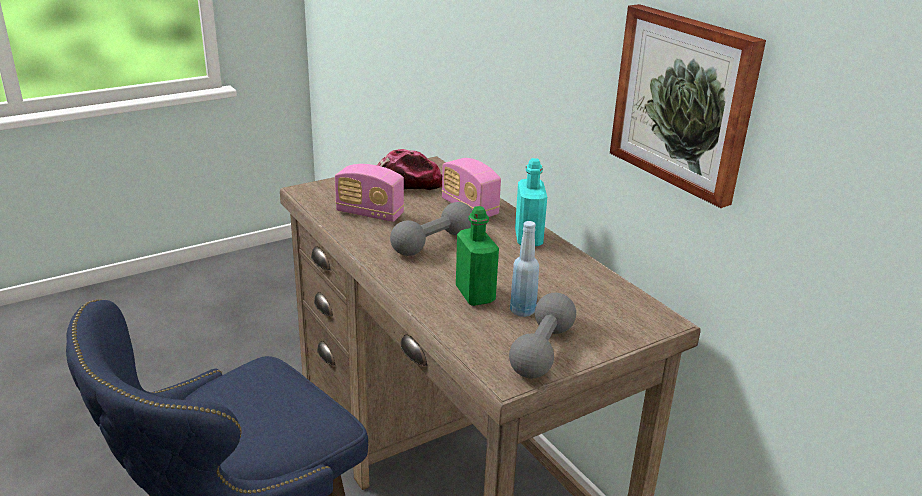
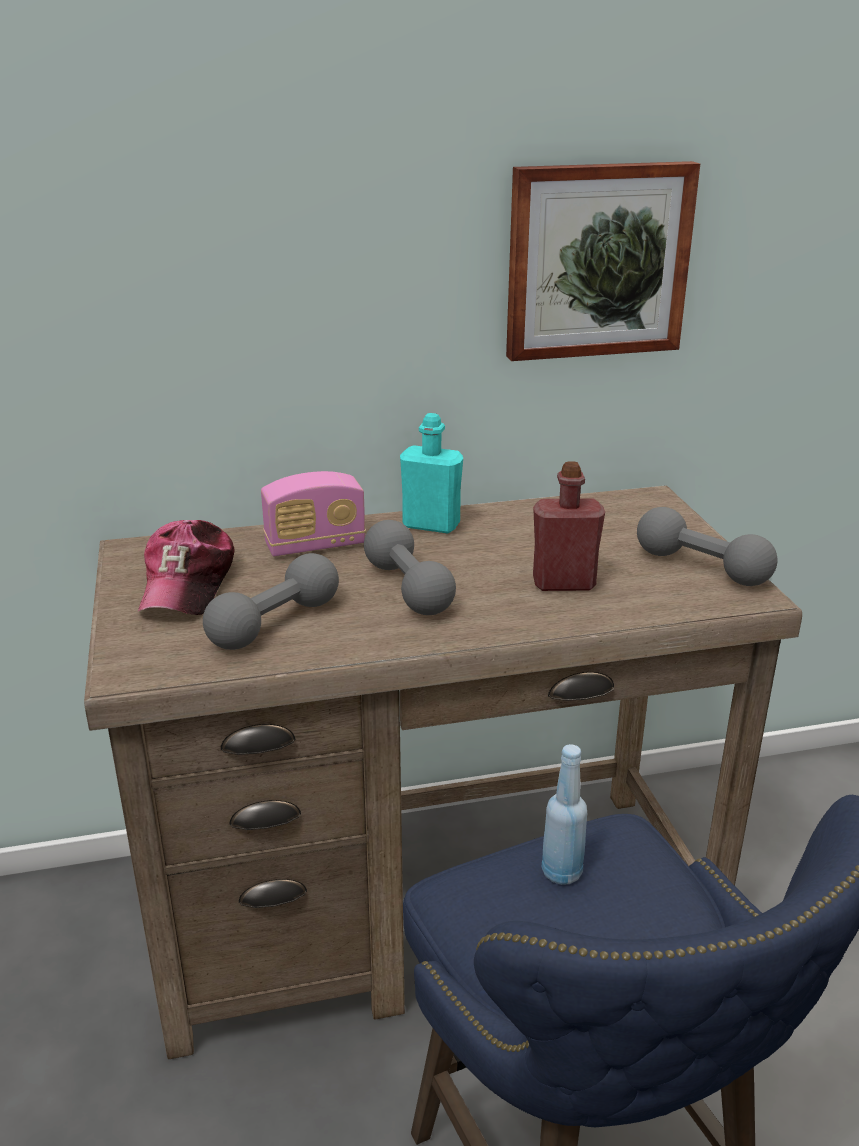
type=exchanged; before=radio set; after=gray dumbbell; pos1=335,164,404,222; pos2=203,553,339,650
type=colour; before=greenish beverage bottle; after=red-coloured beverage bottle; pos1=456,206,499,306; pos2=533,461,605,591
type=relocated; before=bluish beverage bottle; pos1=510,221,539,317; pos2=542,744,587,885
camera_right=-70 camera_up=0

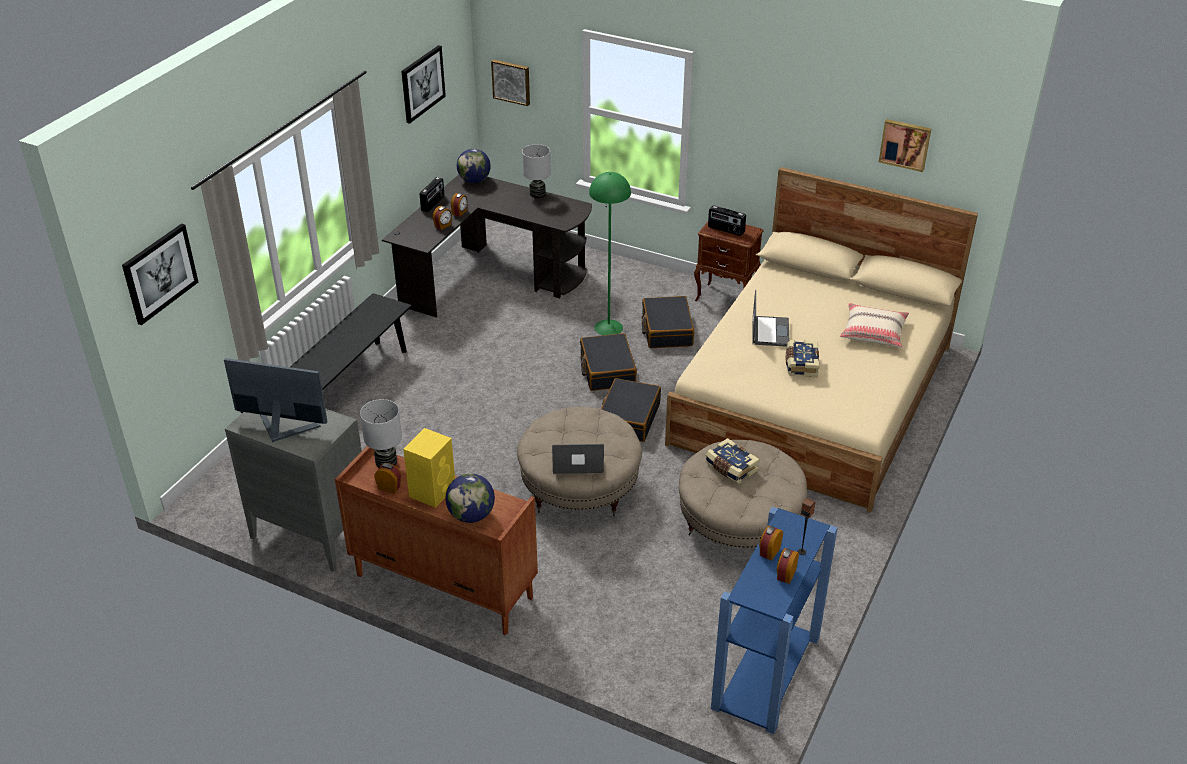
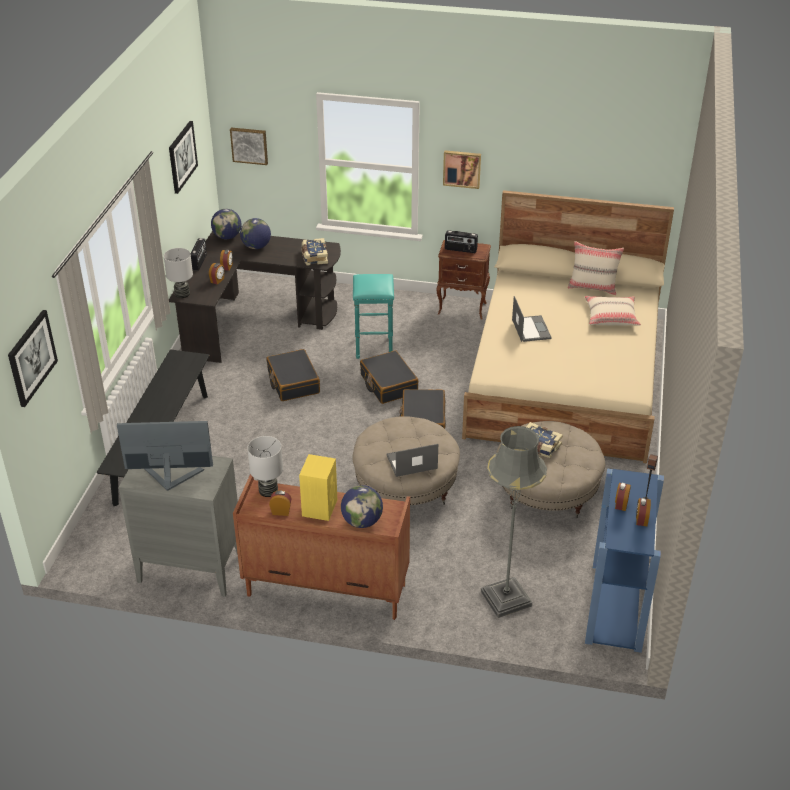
type=relocated; before=gray table lamp; pos1=522,144,551,198; pos2=164,248,193,298
type=exchanged; before=greenish standard lamp; after=turquoise-coloured sitting stool; pos1=589,172,631,335; pos2=353,274,394,359
type=relocated; before=black travel case; pos1=642,296,694,348; pos2=266,349,320,401
type=relocated; before=bound book; pos1=786,340,819,377; pos2=301,238,328,266
type=relocated; before=wall picture; pos1=879,119,931,172; pos2=443,150,481,189
type=appeared; after=world globe; pos2=240,218,271,249
type=appeared; after=gray standard lamp; pos2=481,426,547,618
type=appeared; after=sand-coloured cushion; pos2=568,241,624,295
camera_right=-15 camera_up=0

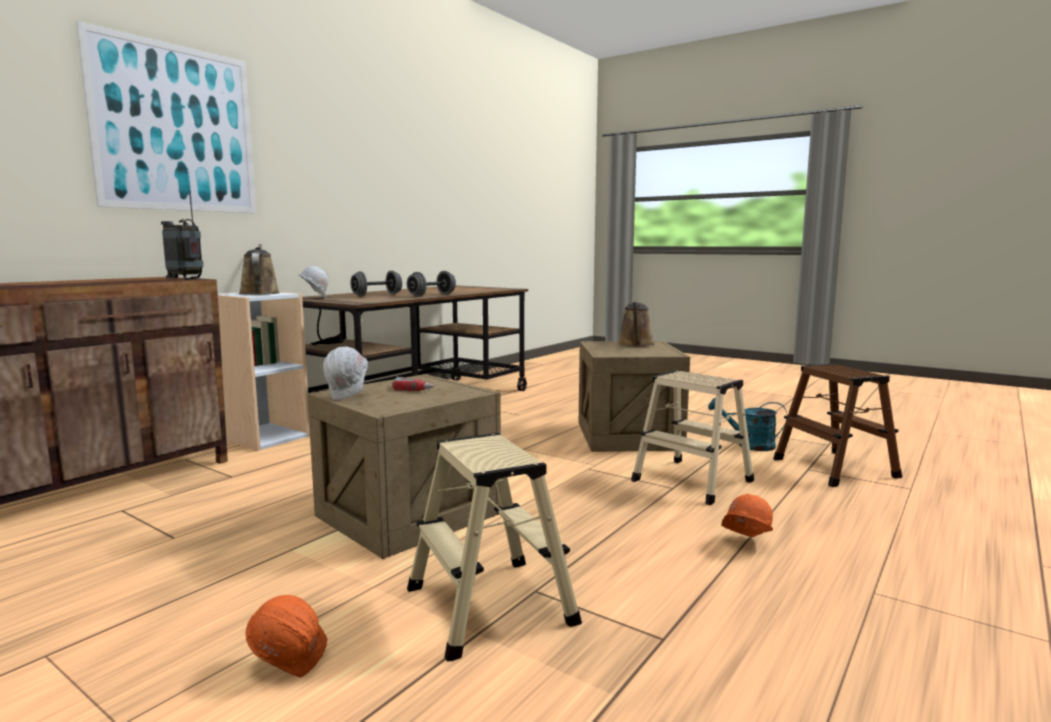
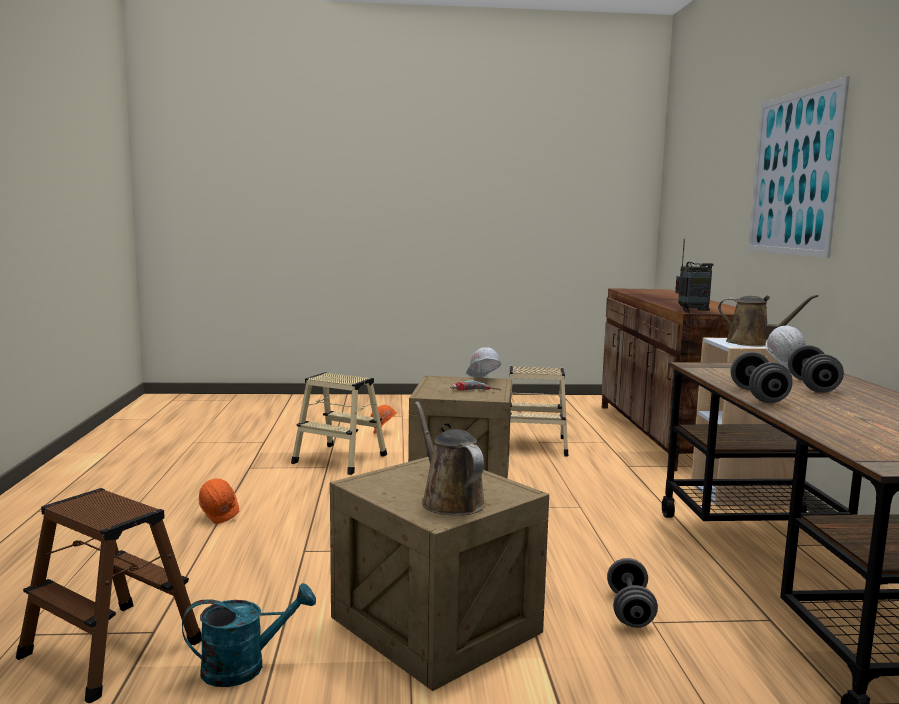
type=relocated; before=sand-coloured step ladder; pos1=631,370,754,505; pos2=509,366,568,457
type=appeared; after=gray dumbbell; pos2=607,558,658,628
camera_right=140 camera_up=0

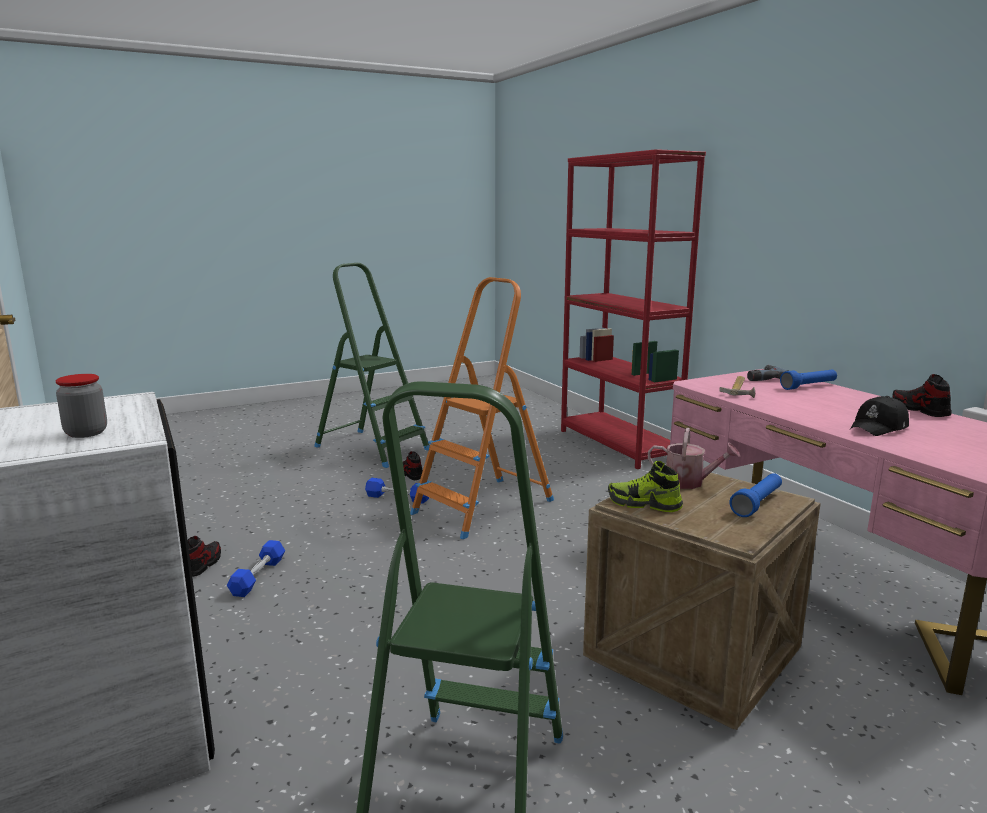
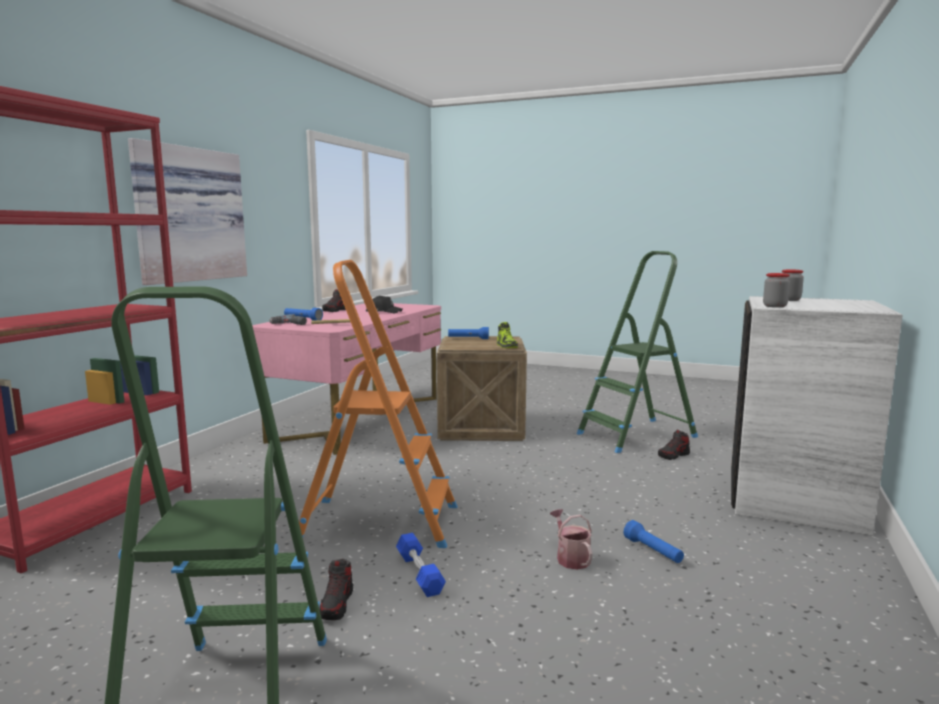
type=relocated; before=item of footwear; pos1=188,536,221,577; pos2=658,430,690,460
type=exchanged; before=bluish dumbbell; after=bluish hand torch; pos1=227,540,285,597; pos2=624,520,684,563
type=relocated; before=watering can; pos1=648,428,740,489; pos2=550,509,592,570
type=appeared; after=wall picture; pos2=128,138,247,285
type=appeared; after=jar; pos2=763,273,790,308
camera_right=-130 camera_up=-5

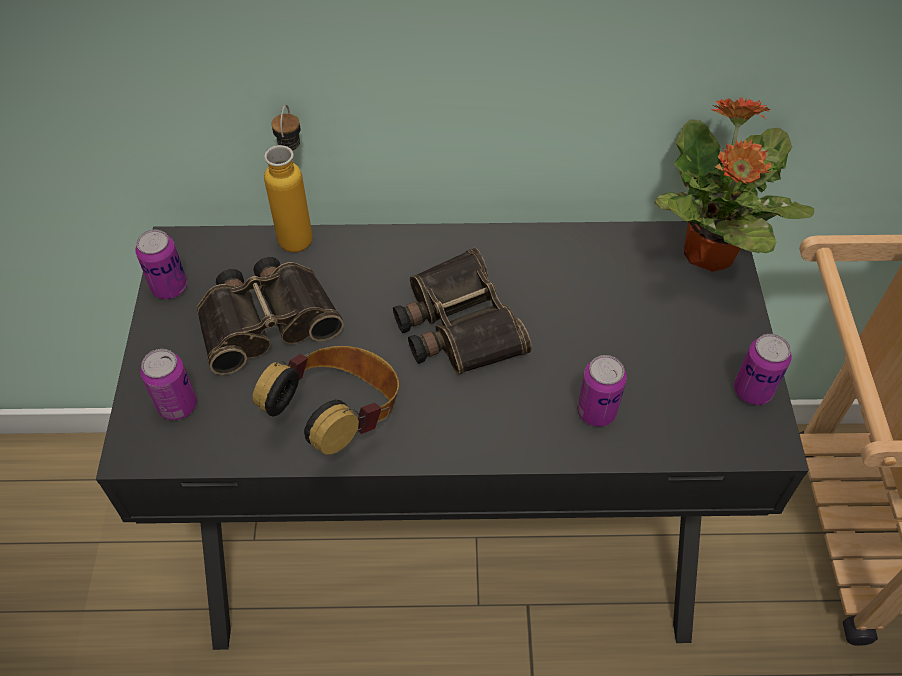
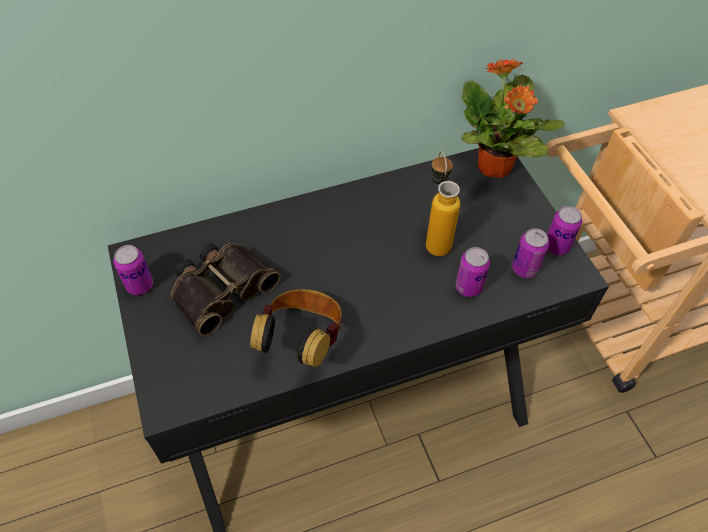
type=relocated; before=can; pos1=140,349,197,420; pos2=512,228,549,278
type=relocated; before=beverage bottle; pos1=264,105,313,252; pos2=426,151,460,256
type=missing; before=field glasses; pos1=393,248,532,375
camera_right=-20 camera_up=0

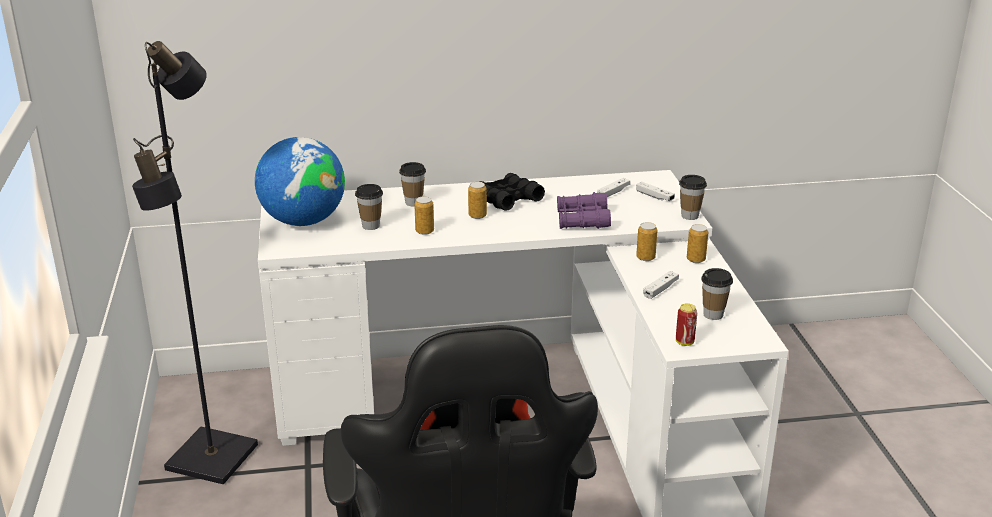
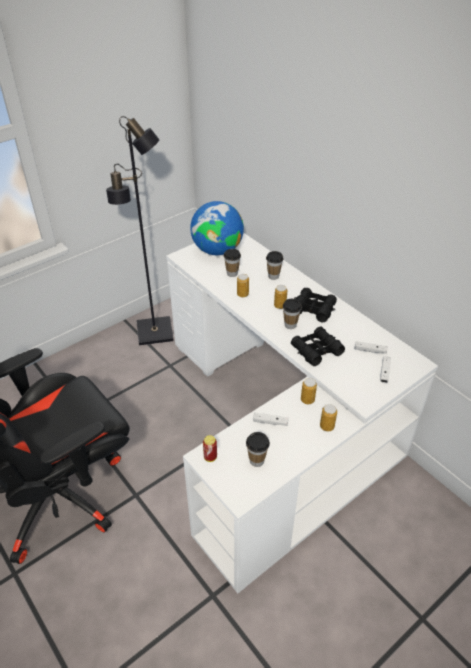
type=colour; before=purple field glasses; after=black field glasses; pos1=557,192,611,229; pos2=291,326,345,366
type=relocated; before=drinking cup; pos1=679,175,707,220; pos2=283,299,302,329
camera_right=60 camera_up=15

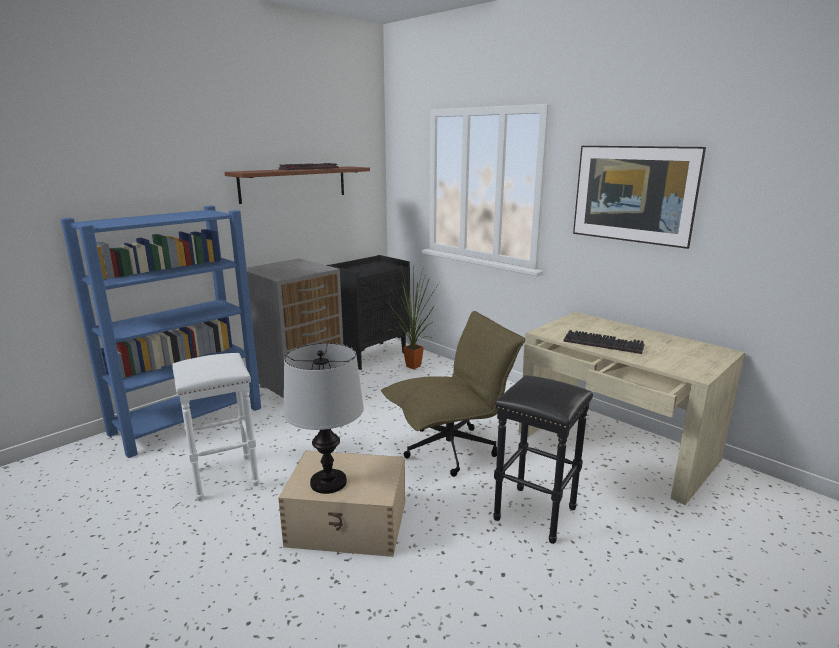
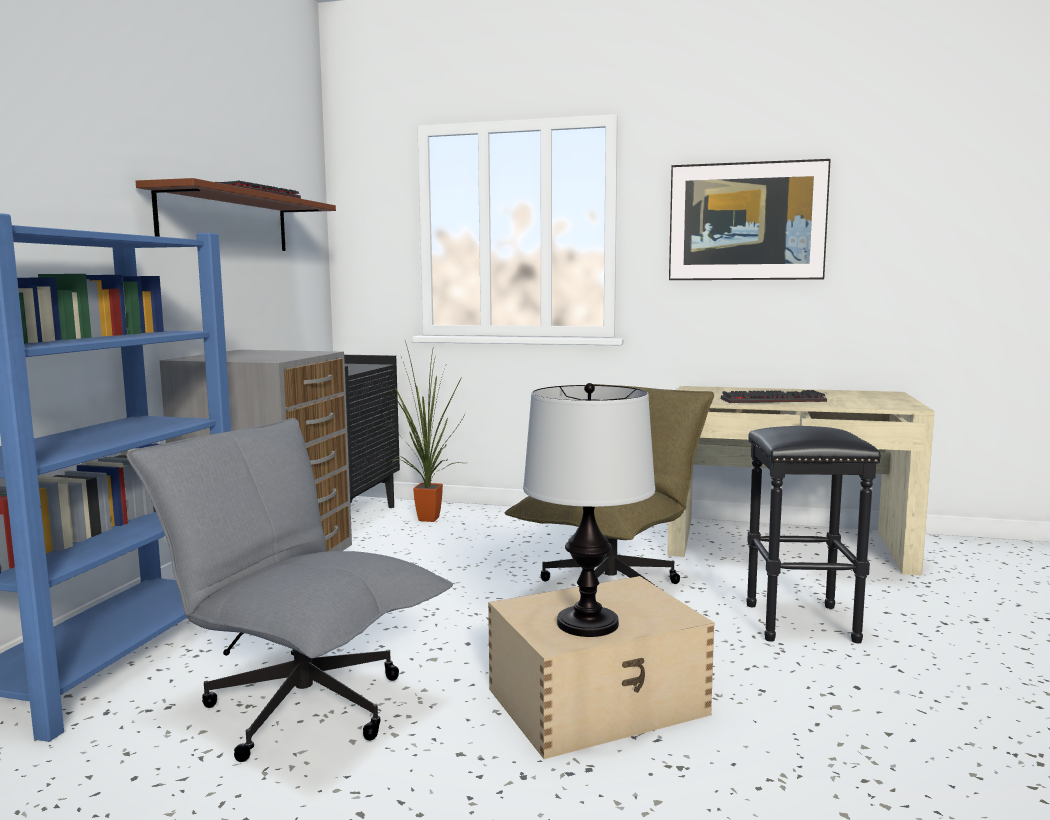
type=exchanged; before=white sitting stool; after=gray office chair; pos1=172,353,259,501; pos2=126,418,453,762
camera_right=-30 camera_up=-10

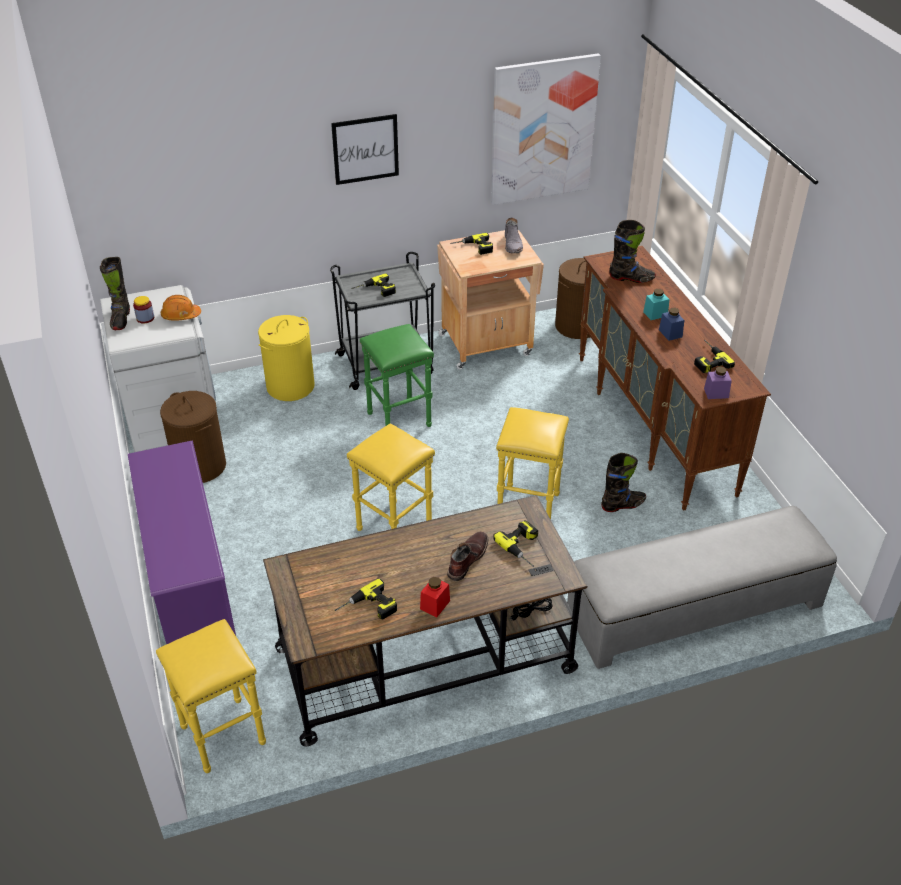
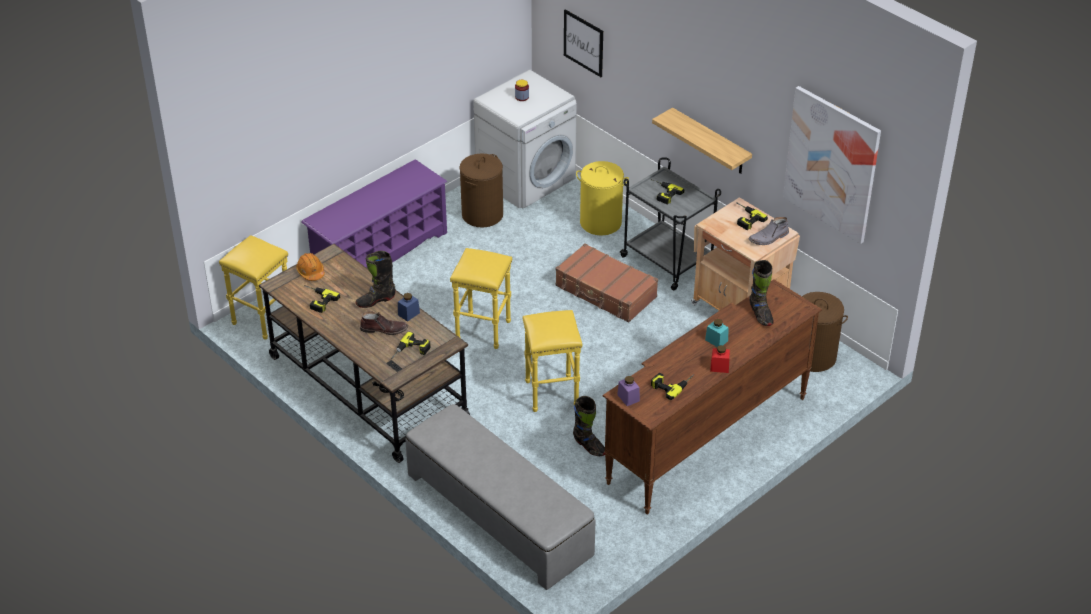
type=relocated; before=black boot; pos1=100,257,130,330; pos2=355,251,396,308
type=relocated; before=orange hard hat; pos1=161,295,201,321; pos2=296,253,325,281
type=relocated; before=wall picture; pos1=331,114,399,185; pos2=564,9,603,77
type=exchanged; before=greenish sitting stool; after=brown travel case; pos1=360,324,434,427; pos2=555,243,658,323
type=relocated; before=red-coloured jar; pos1=420,577,450,617; pos2=710,345,730,373
type=relocated; before=bluish jar; pos1=659,308,684,341; pos2=398,293,420,322
type=appeared; after=wall shelf; pos2=652,107,752,174
camera_right=65 camera_up=0

